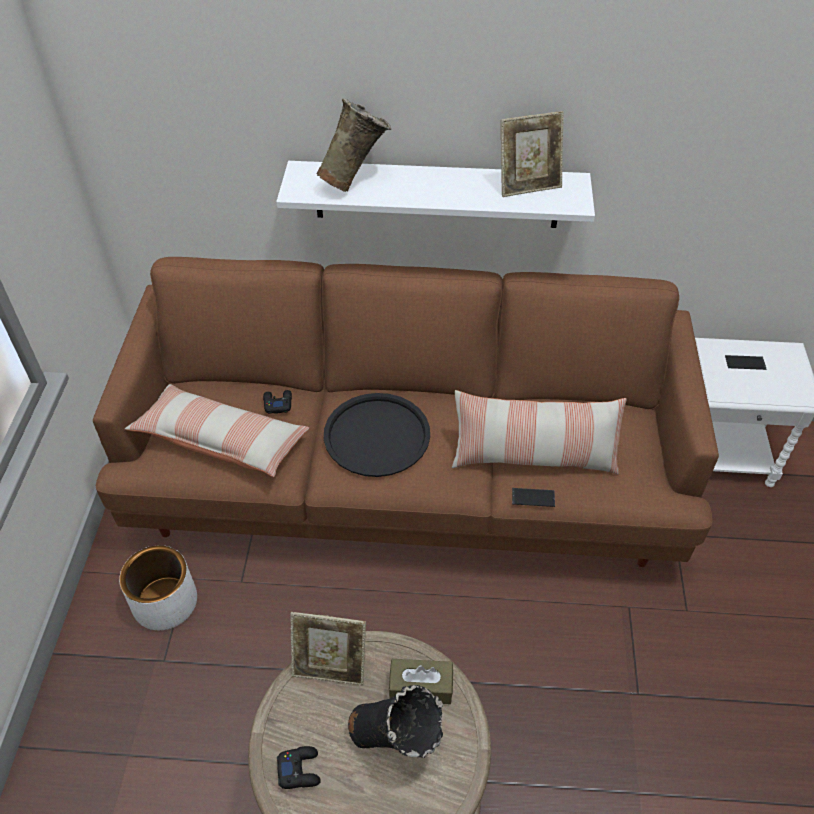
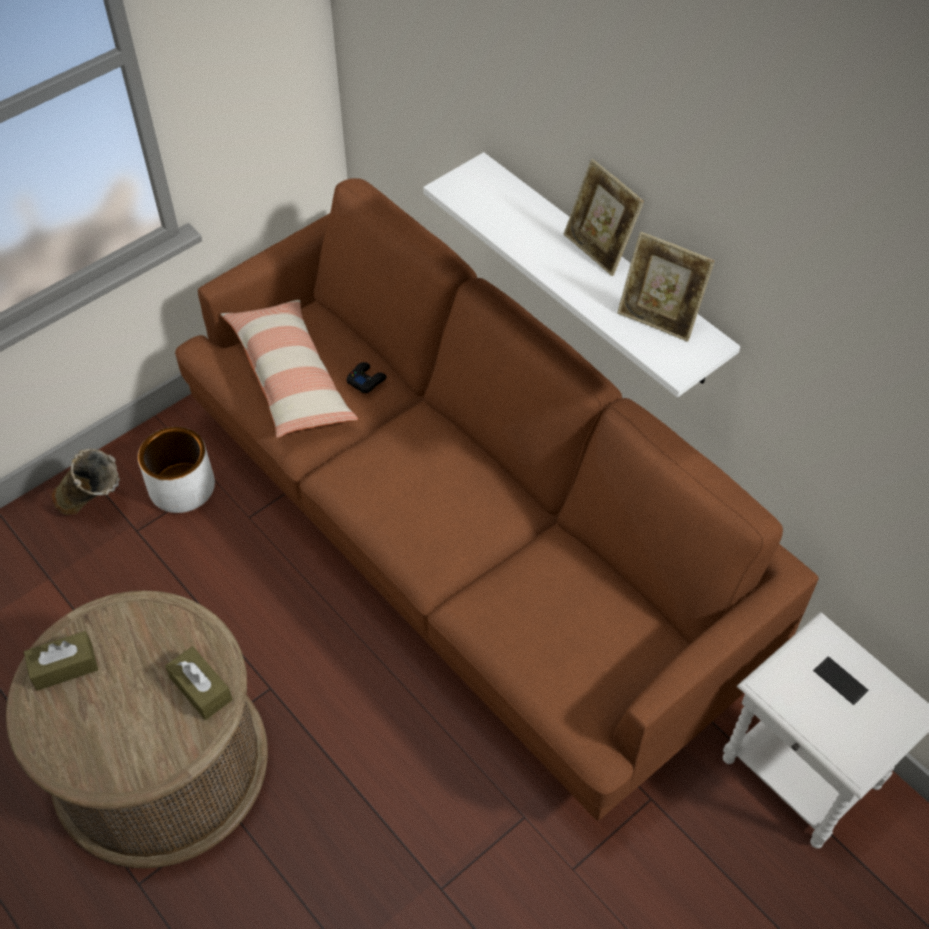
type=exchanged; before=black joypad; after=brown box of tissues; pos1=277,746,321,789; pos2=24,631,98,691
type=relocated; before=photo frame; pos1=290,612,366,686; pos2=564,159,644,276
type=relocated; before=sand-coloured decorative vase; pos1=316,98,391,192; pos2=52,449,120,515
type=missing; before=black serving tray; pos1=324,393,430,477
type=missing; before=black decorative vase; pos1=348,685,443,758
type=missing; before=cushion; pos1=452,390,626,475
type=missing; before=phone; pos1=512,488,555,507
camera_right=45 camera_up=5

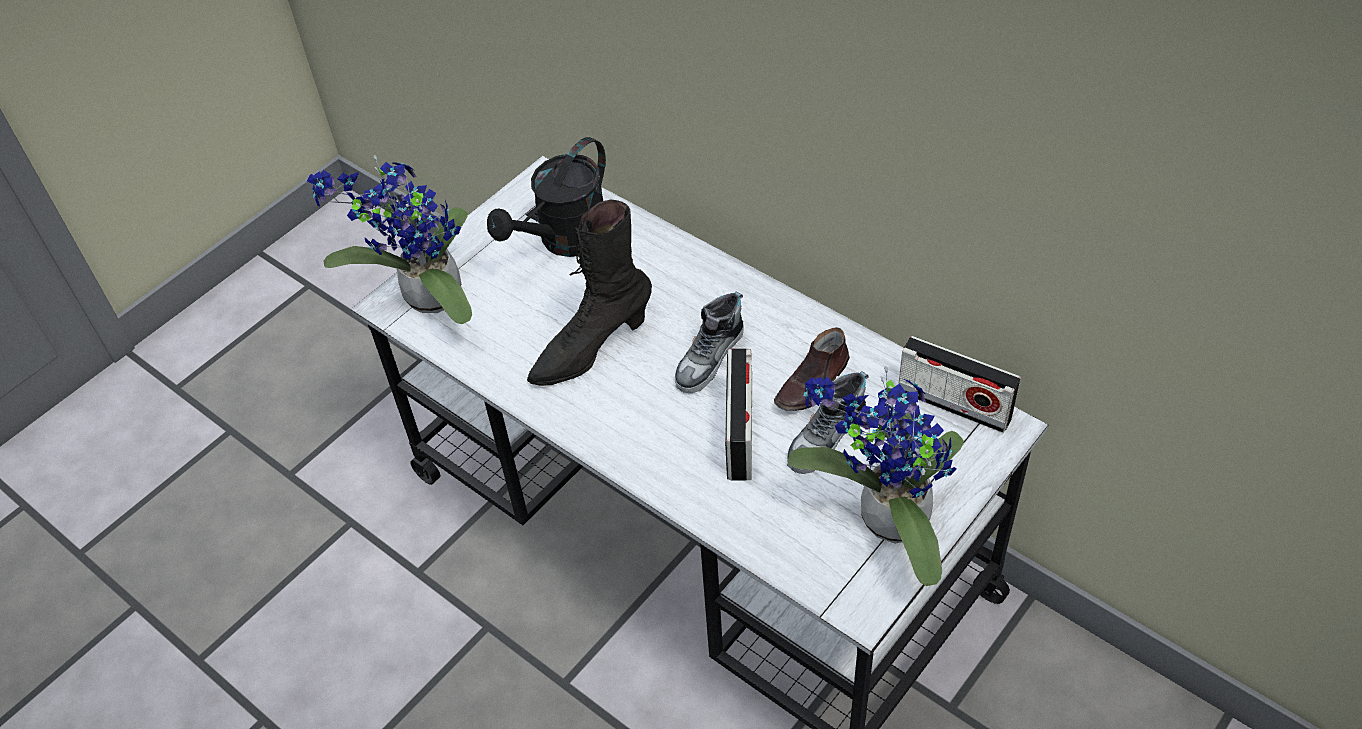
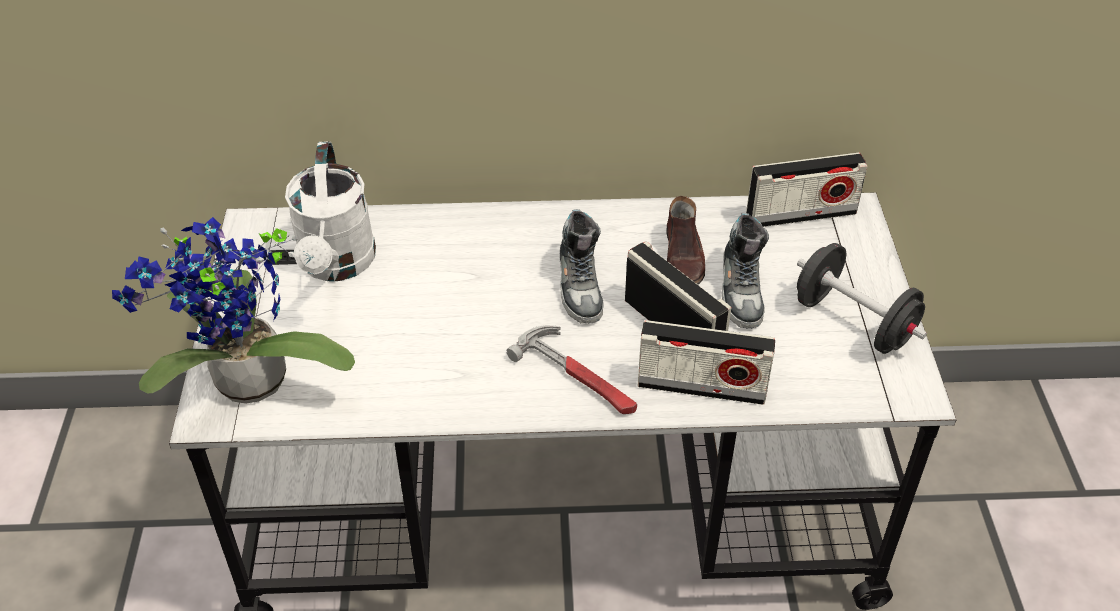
type=colour; before=black watering can; after=white watering can; pos1=487,137,606,257; pos2=285,141,376,282
type=missing; before=black boot; pos1=527,200,652,386
type=exchanged; before=houseplant; after=black dumbbell; pos1=788,366,964,586; pos2=797,243,927,354
type=appeared; after=hammer; pos2=506,325,637,414
type=appeared; after=radio set; pos2=638,320,775,405
camera_right=-45 camera_up=-5

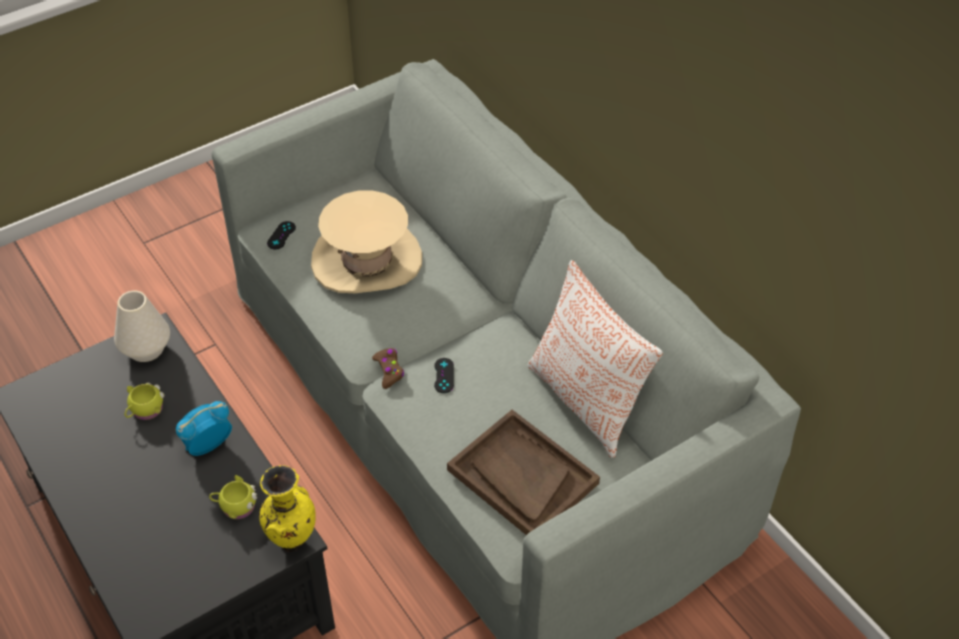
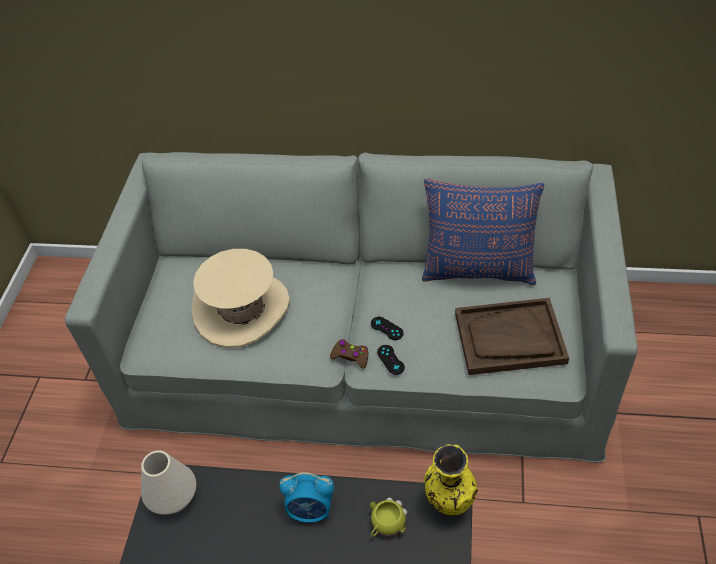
type=missing; before=yellow-coloured tea mug; pos1=124,383,165,420
type=spun; before=alarm clock; pos1=176,401,232,456; pos2=279,472,334,523; turn=-90
type=relocated; before=black joypad; pos1=267,221,296,249; pos2=377,345,405,375
type=colour; before=white cushion; after=bluish cushion; pos1=527,260,663,458; pos2=422,179,544,285
camera_right=-45 camera_up=0

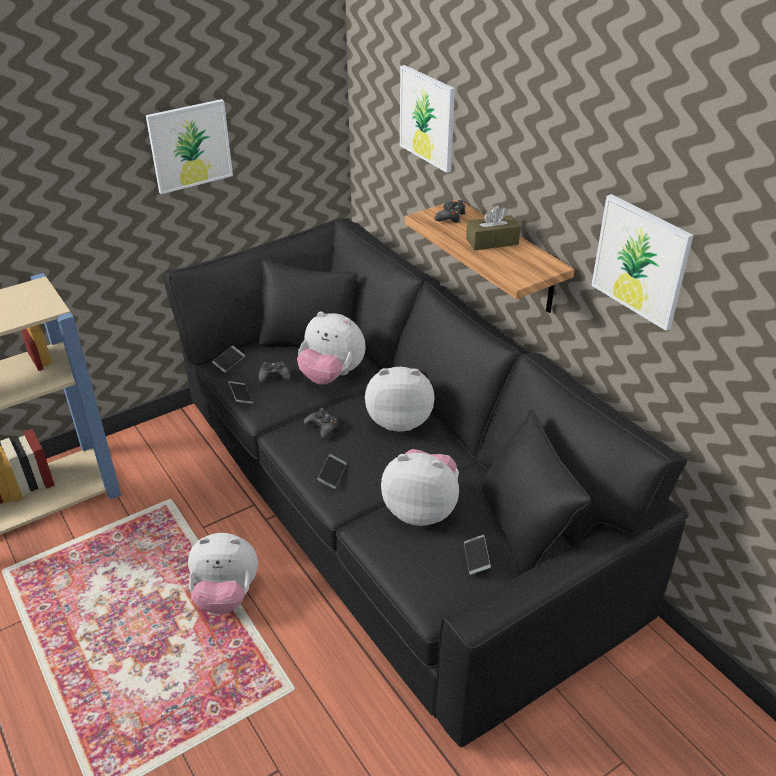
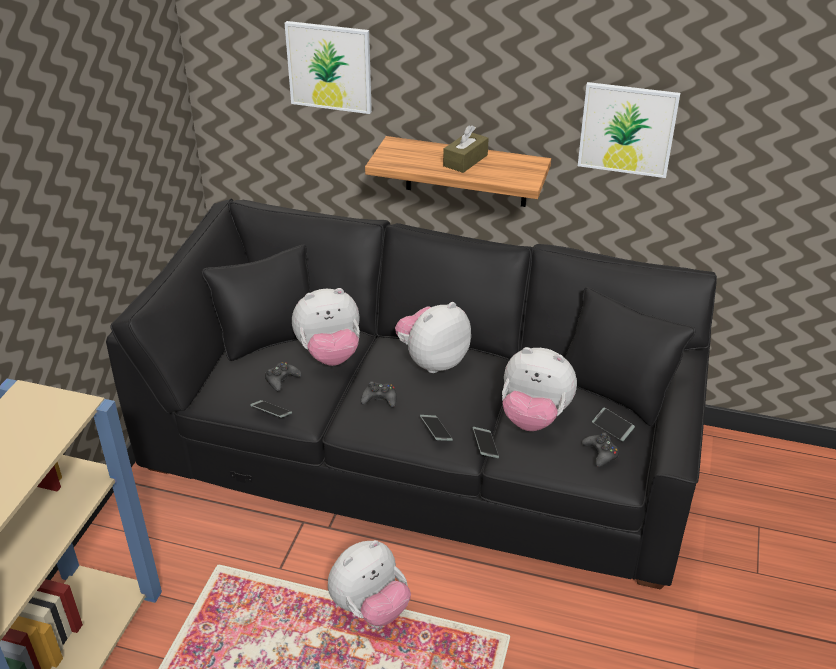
type=missing; before=wall picture; pos1=146,99,233,194
type=relocated; before=phone; pos1=212,346,245,373; pos2=473,427,499,458
type=spun; before=soft toy; pos1=381,449,459,526; pos2=502,347,577,431; turn=-135
type=relocated; before=black joypad; pos1=434,200,466,223; pos2=582,432,619,467
camera_right=-40 camera_up=0

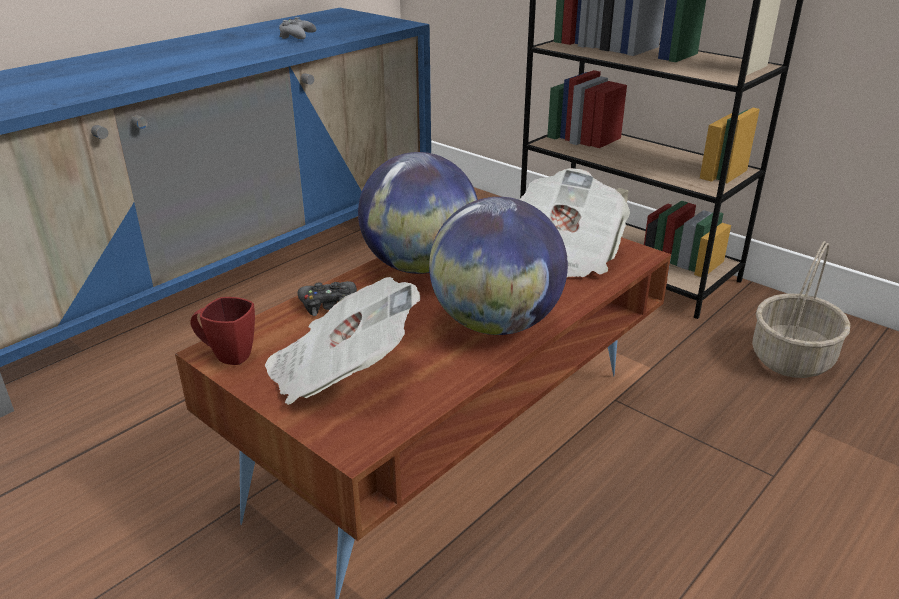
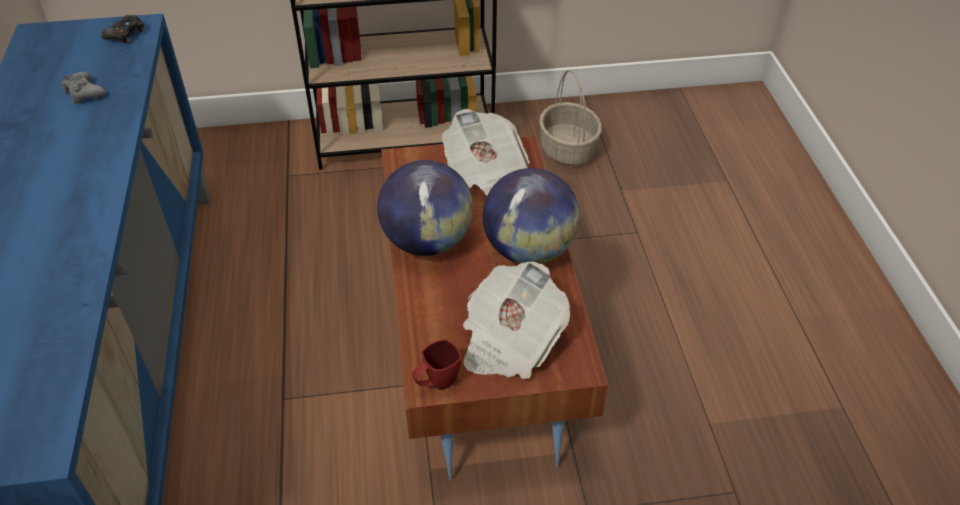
type=relocated; before=black joypad; pos1=298,281,357,316; pos2=101,15,145,43
camera_right=-50 camera_up=15

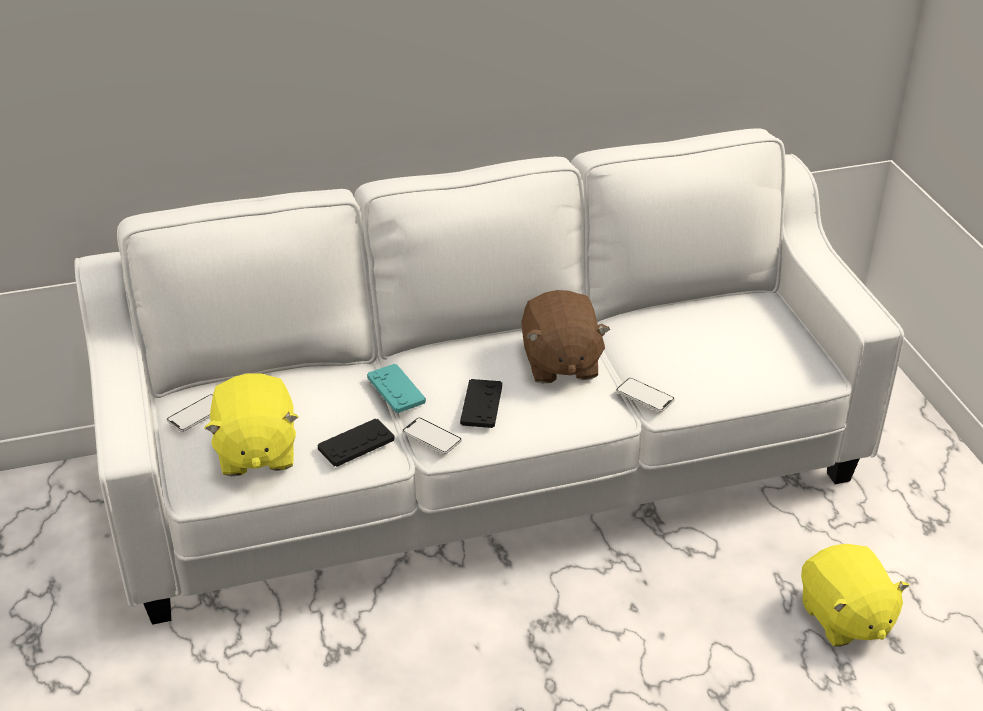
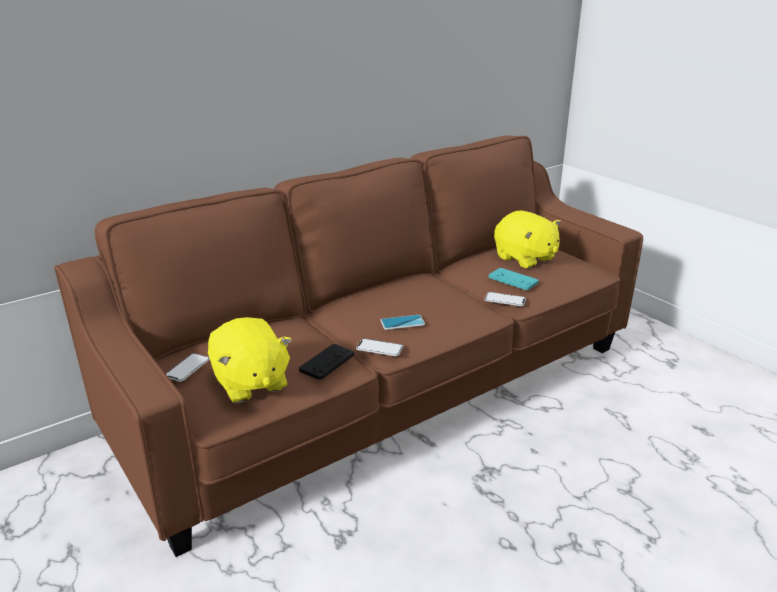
type=colour; before=white settee; after=brown settee; pos1=74,128,904,625; pos2=54,135,643,557
type=relocated; before=turquoise-coloured joypad; pos1=367,364,426,413; pos2=489,268,539,290
type=exchanged; before=black joypad; after=phone; pos1=460,379,502,428; pos2=380,315,425,330
type=missing; before=brown soft toy; pos1=521,290,610,384
type=relocated; before=yellow-coloured soft toy; pos1=801,544,910,647; pos2=494,211,561,269
camera_right=-20 camera_up=-10

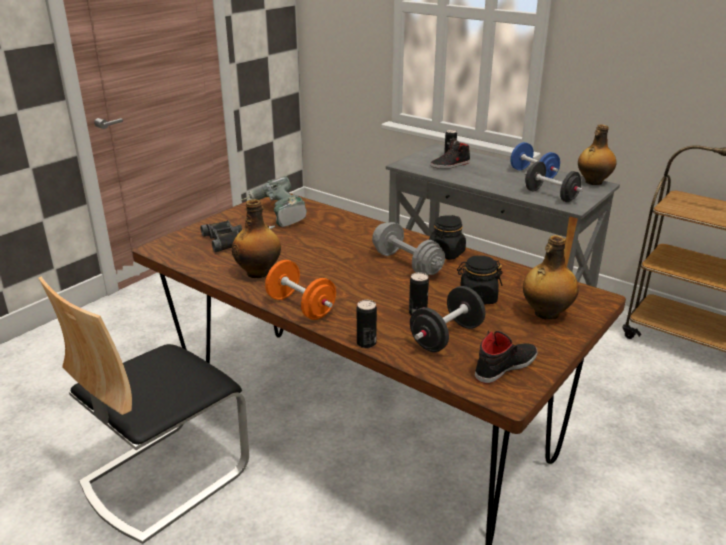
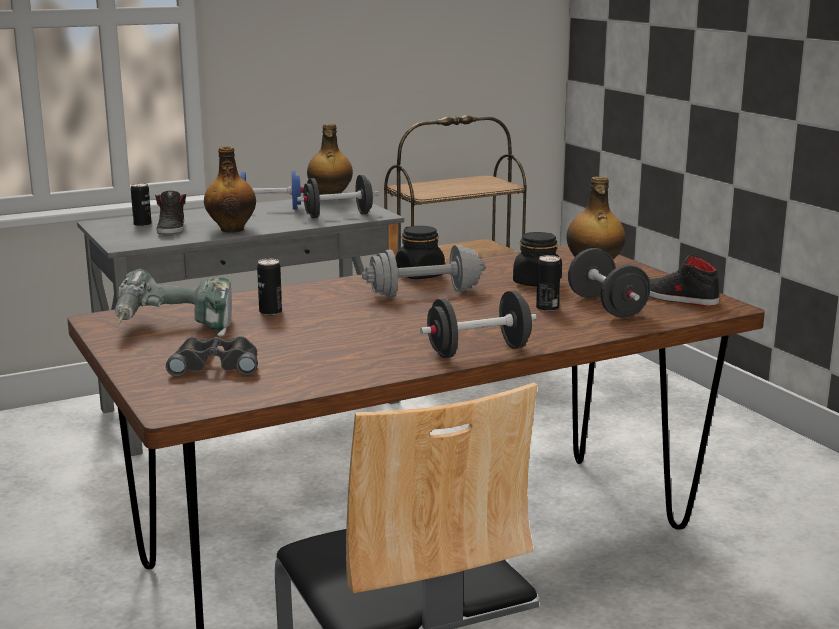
type=relocated; before=beverage bottle; pos1=232,199,281,278; pos2=204,146,256,233
type=colour; before=orange dumbbell; after=black dumbbell; pos1=265,260,336,320; pos2=420,291,537,358
type=relocated; before=can; pos1=357,300,377,348; pos2=257,259,282,315
type=spun; before=black item of footwear; pos1=475,330,538,383; pos2=649,254,720,306; turn=-45
camera_right=-65 camera_up=-10

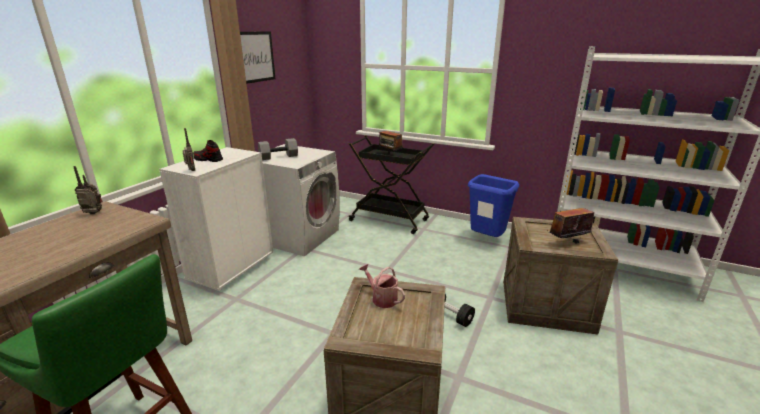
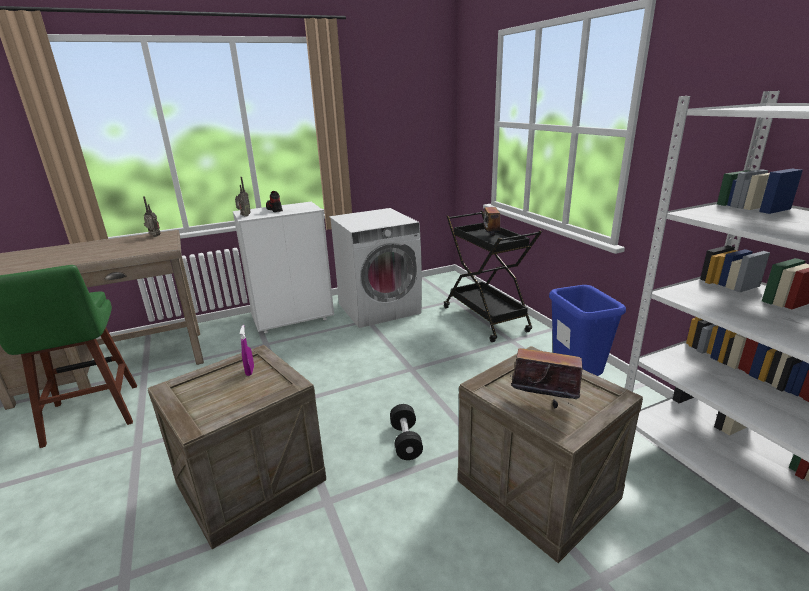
type=missing; before=wall picture; pos1=240,32,275,84
type=missing; before=gray dumbbell; pos1=258,138,298,160
type=exchanged; before=watering can; after=purple sprayer; pos1=359,264,405,308; pos2=240,325,254,376
camera_right=40 camera_up=0

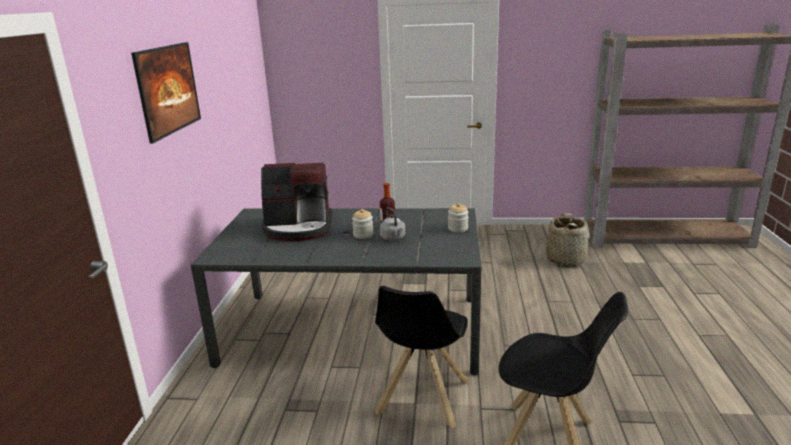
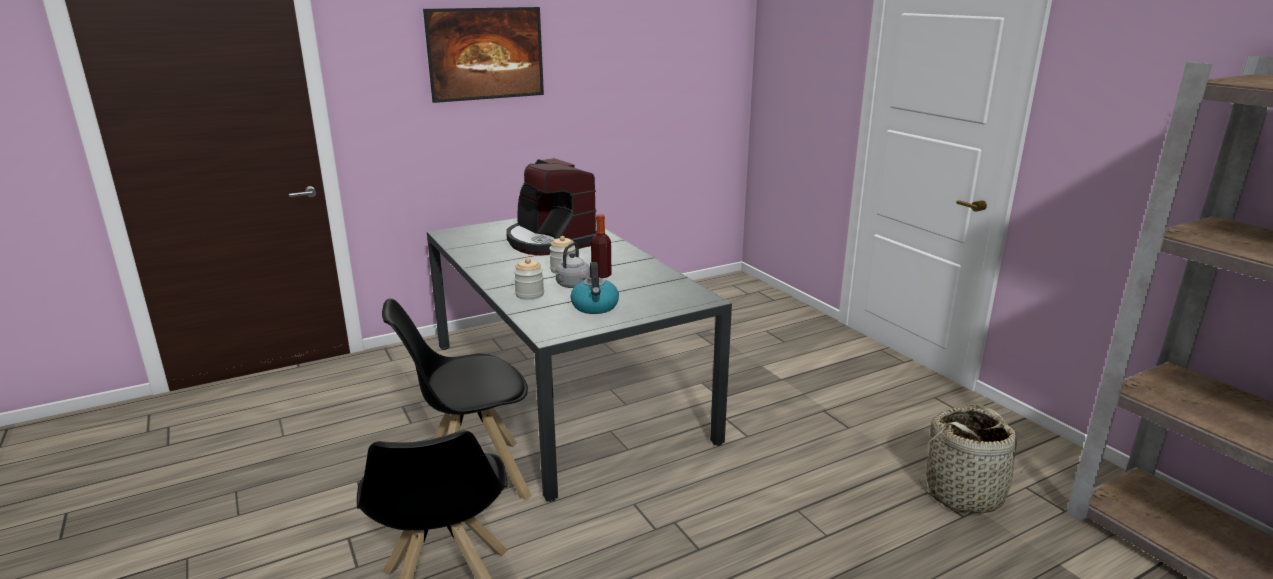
type=relocated; before=jar; pos1=448,203,468,232; pos2=514,258,544,300
type=appeared; after=water kettle; pos2=570,262,619,314
camera_right=55 camera_up=0

